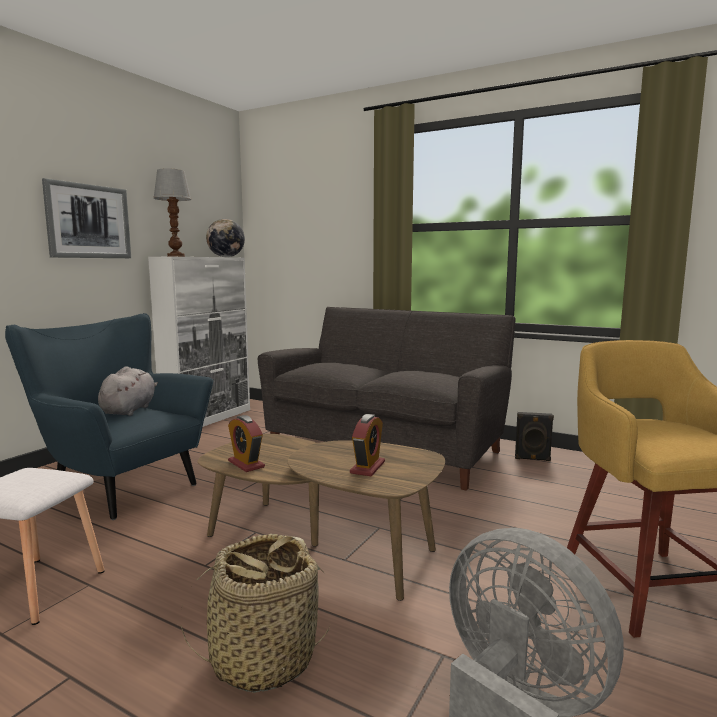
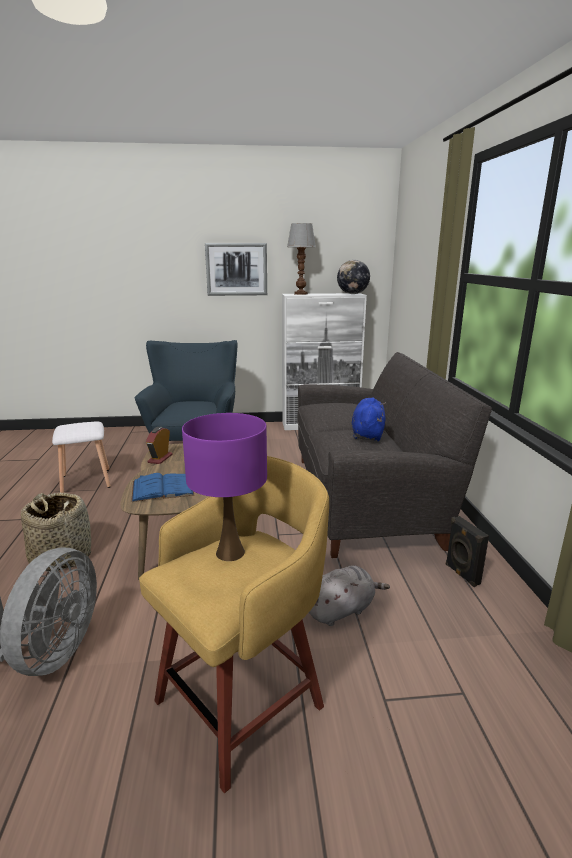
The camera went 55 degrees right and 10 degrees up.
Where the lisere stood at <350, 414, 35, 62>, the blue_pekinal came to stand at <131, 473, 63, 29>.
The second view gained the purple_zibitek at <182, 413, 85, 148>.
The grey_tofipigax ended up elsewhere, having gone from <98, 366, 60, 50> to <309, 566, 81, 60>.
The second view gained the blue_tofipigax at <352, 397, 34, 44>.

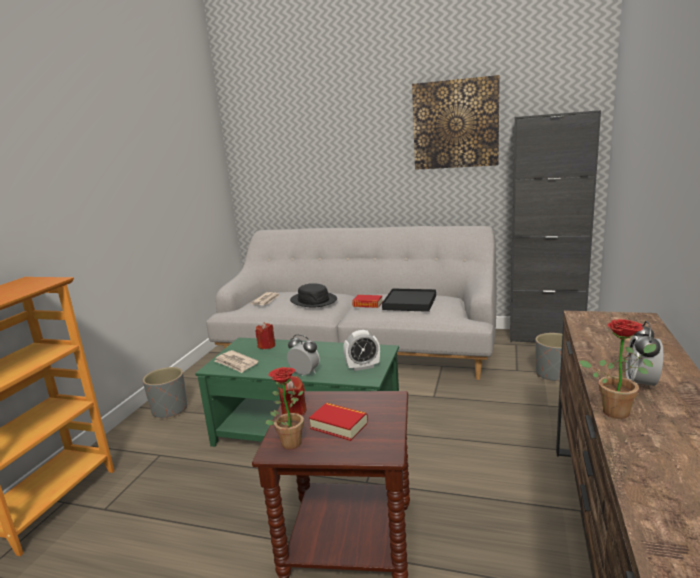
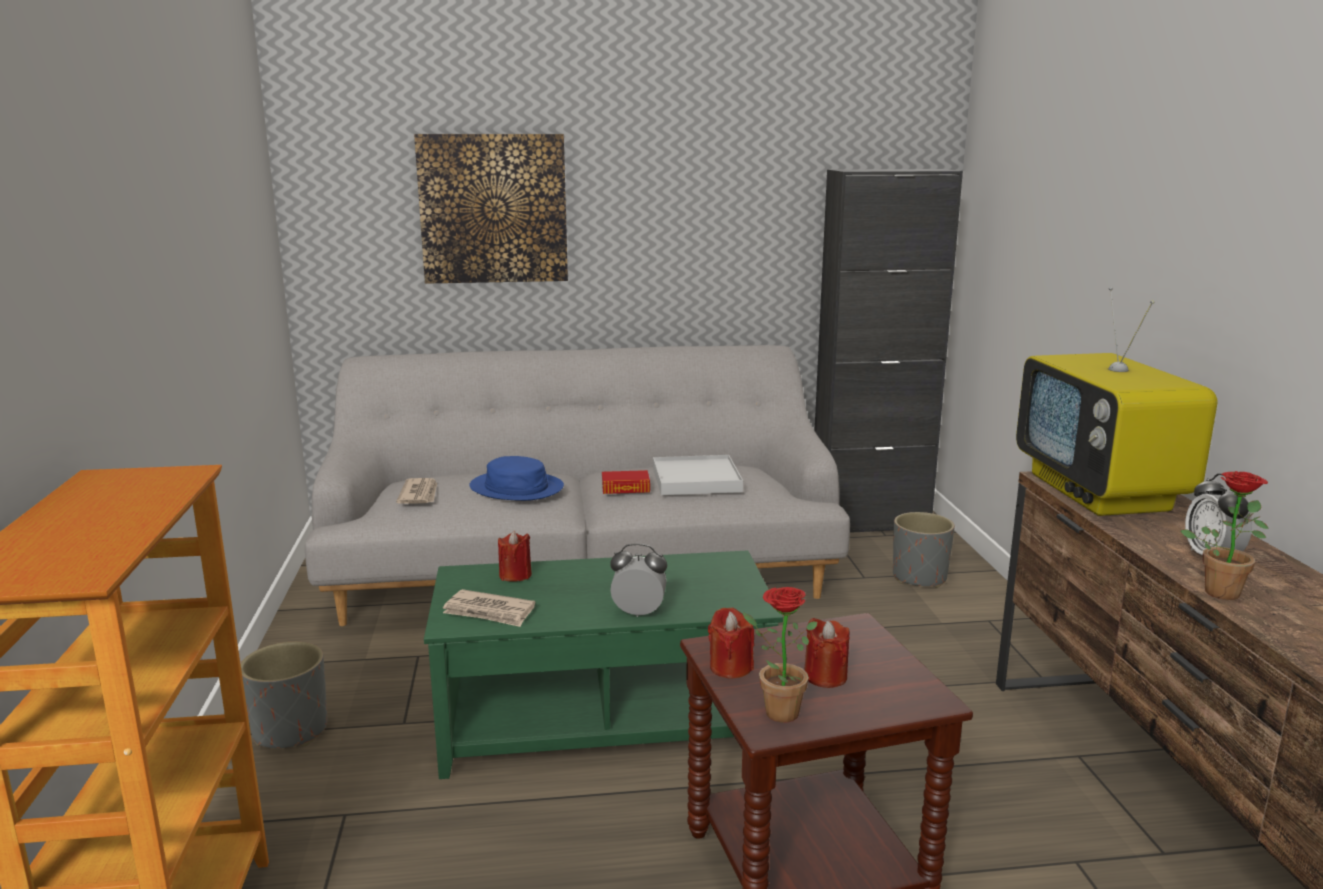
The camera went 25 degrees left and 0 degrees up.
The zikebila ended up elsewhere, having gone from <412, 75, 88, 95> to <414, 134, 154, 150>.
What was the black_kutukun at <290, 283, 47, 25> turned into the blue_kutukun at <469, 456, 95, 45>.
What was the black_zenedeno at <382, 288, 54, 24> turned into the white_zenedeno at <653, 455, 90, 40>.
Where the pekinal stood at <309, 403, 59, 38>, the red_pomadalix came to stand at <804, 618, 45, 70>.
The second view gained the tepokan at <1016, 287, 202, 229>.
The second view lost the lisere at <343, 330, 37, 41>.

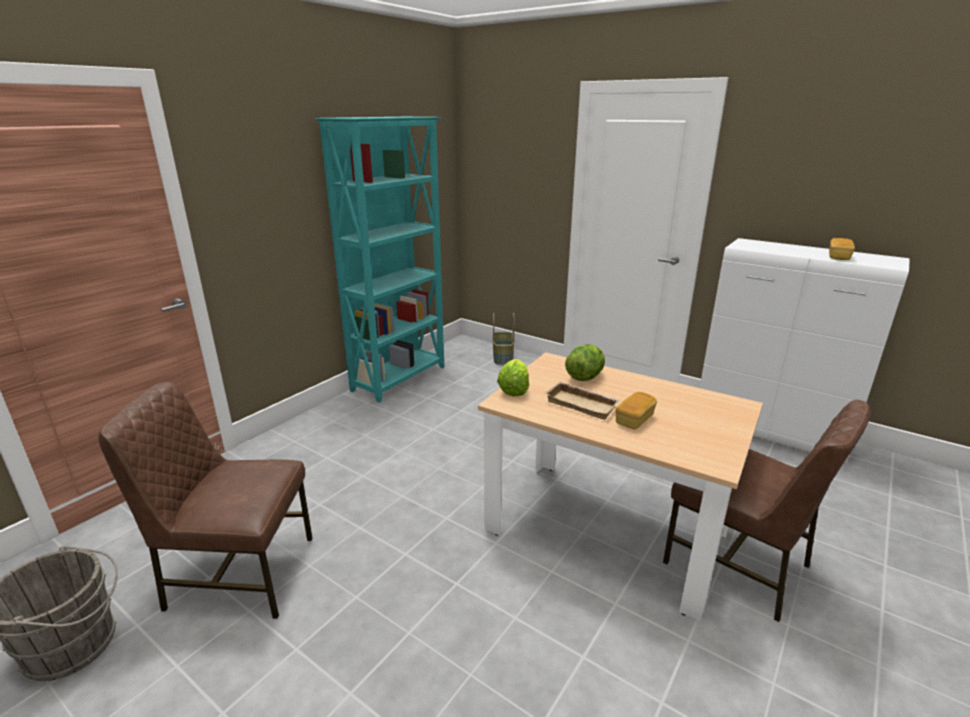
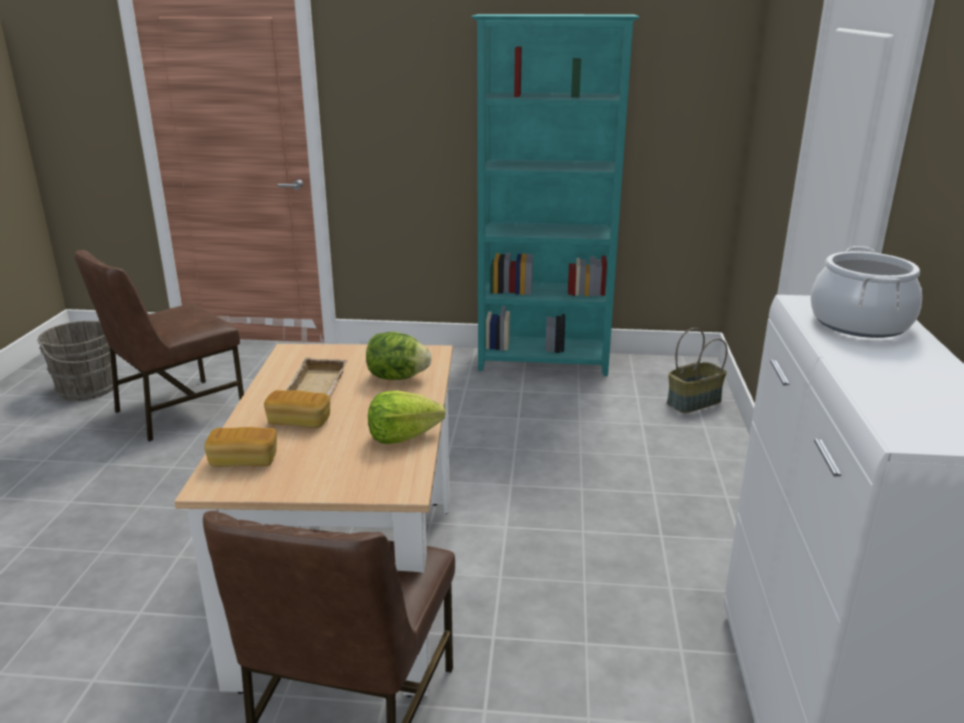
The camera went 60 degrees right and 0 degrees up.
The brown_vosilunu at <98, 382, 215, 237> ended up facing another way, 105 degrees counterclockwise from before.
The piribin ended up elsewhere, having gone from <829, 238, 26, 22> to <204, 427, 73, 40>.
The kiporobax ended up elsewhere, having gone from <497, 359, 32, 37> to <368, 391, 78, 53>.
The second view gained the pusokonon at <811, 246, 111, 92>.

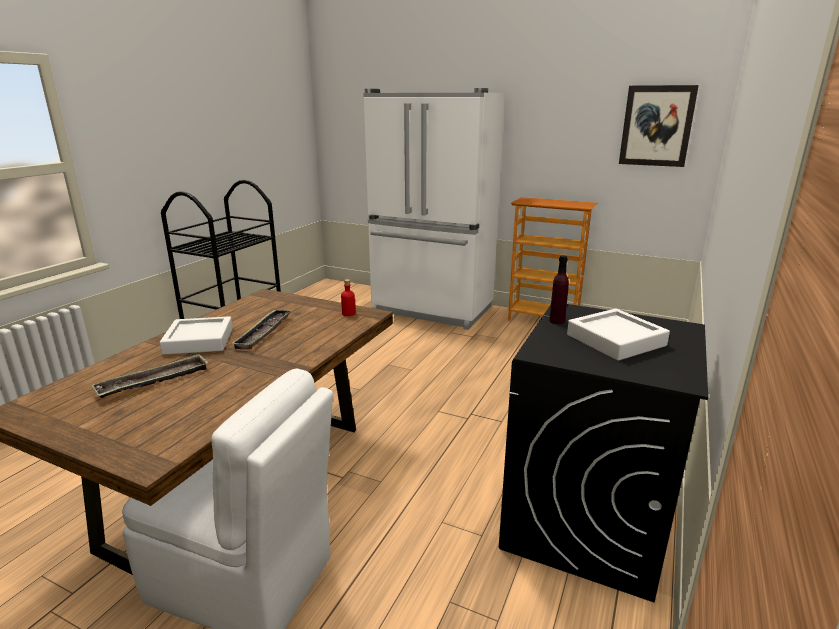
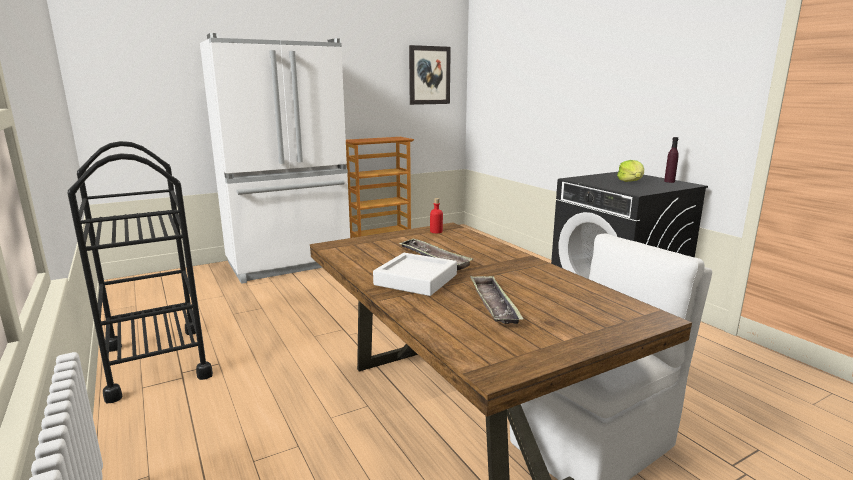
The camera went 55 degrees left and 5 degrees down.
Where the white_zenedeno stood at <567, 309, 103, 52>, the kiporobax came to stand at <617, 160, 27, 22>.
The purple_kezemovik ended up elsewhere, having gone from <549, 255, 20, 69> to <664, 137, 15, 46>.

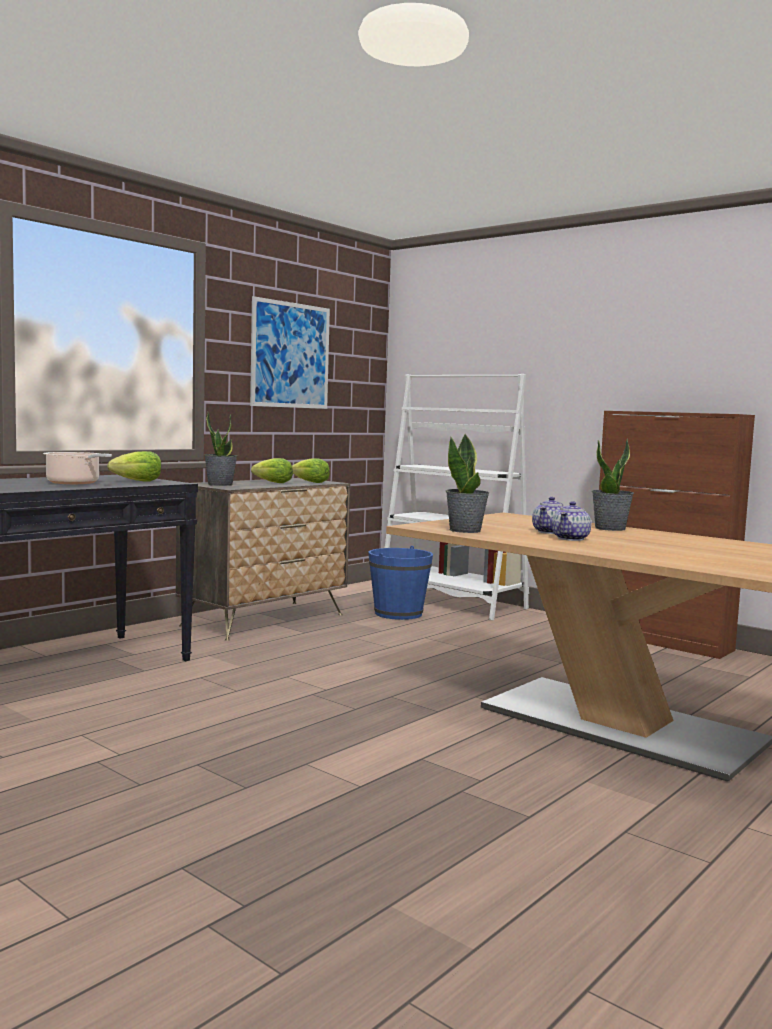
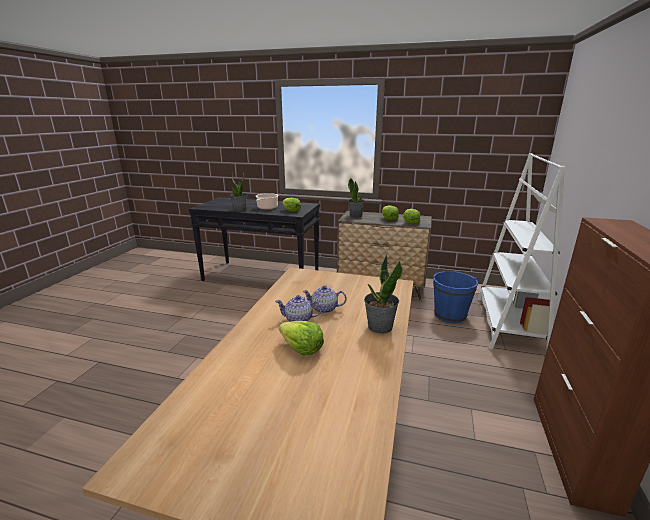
The camera went 65 degrees right and 15 degrees up.
The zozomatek ended up elsewhere, having gone from <446, 433, 43, 100> to <230, 172, 17, 40>.
The second view gained the kiporobax at <279, 321, 45, 35>.
The second view lost the zikebila at <250, 296, 80, 113>.

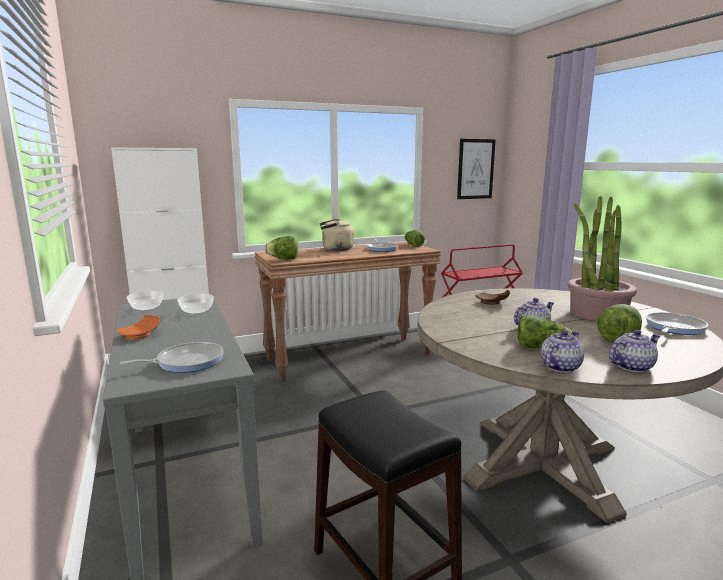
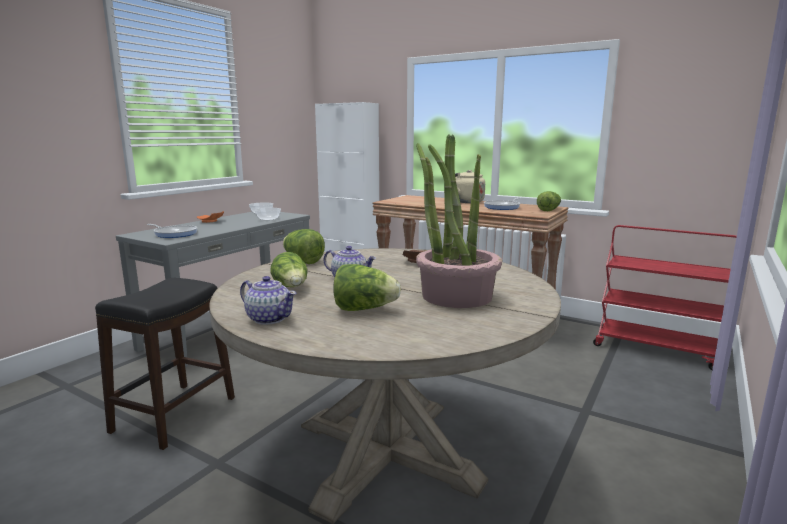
The camera went 55 degrees right and 0 degrees up.
The kiporobax ended up elsewhere, having gone from <264, 236, 34, 23> to <283, 229, 42, 35>.
The second view lost the zikebila at <457, 139, 39, 60>.
The second view lost the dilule at <541, 330, 43, 43>.
The second view lost the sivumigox at <646, 312, 62, 23>.

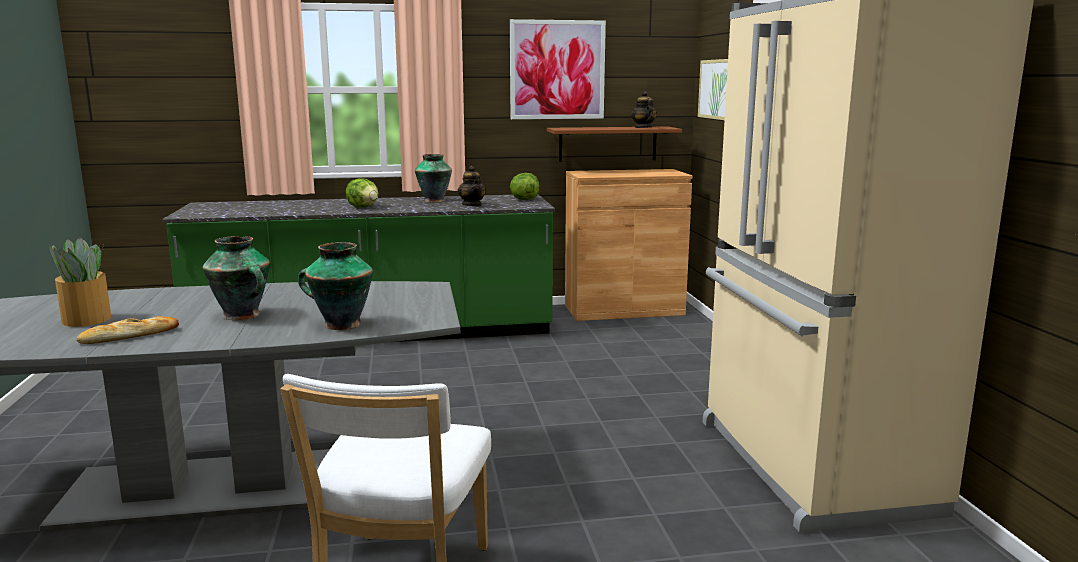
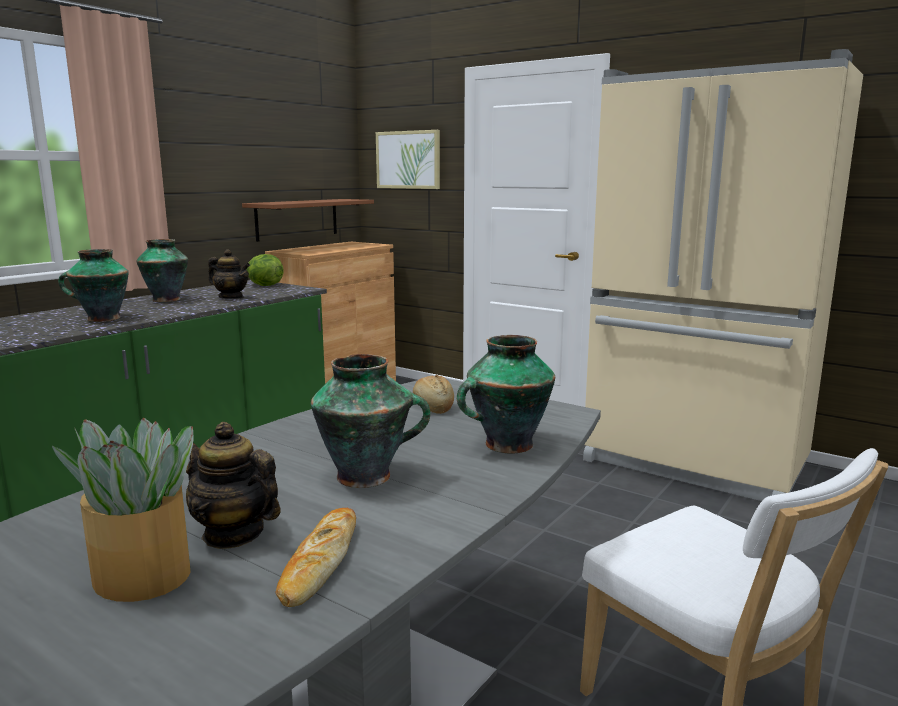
The camera went 45 degrees left and 0 degrees up.
Where the kiporobax stood at <346, 178, 33, 30>, the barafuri came to stand at <58, 249, 71, 73>.
The dilule ended up elsewhere, having gone from <631, 91, 26, 37> to <186, 422, 95, 127>.
The second view gained the piribin at <413, 375, 41, 39>.
The second view lost the zikebila at <510, 19, 96, 100>.

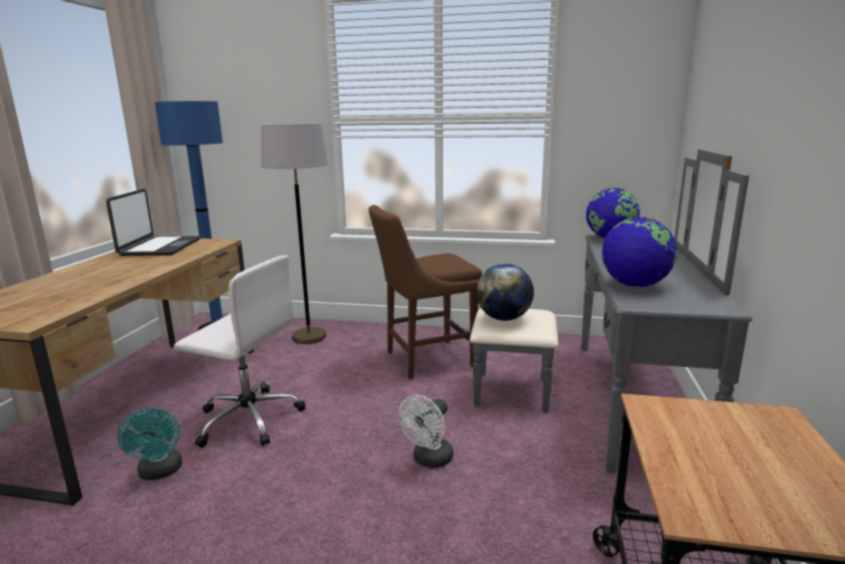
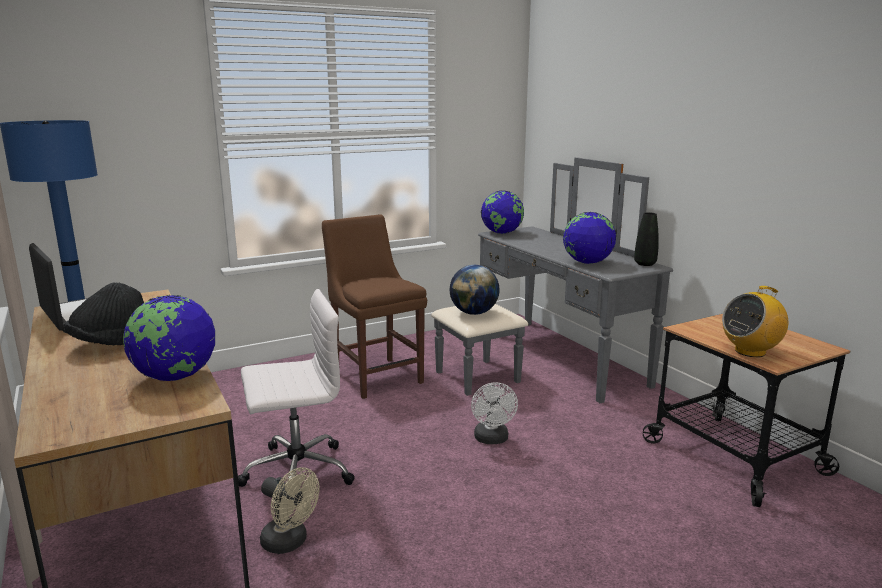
The camera went 40 degrees left and 0 degrees up.
The second view gained the black_kutukun at <64, 282, 80, 63>.
The second view gained the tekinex at <123, 295, 92, 86>.
What was the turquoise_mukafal at <117, 408, 65, 72> turned into the beige_mukafal at <260, 467, 59, 87>.
The brown_vosilunu at <369, 205, 113, 174> ended up facing another way, 120 degrees clockwise from before.
The second view gained the black_barafuri at <634, 212, 25, 54>.
The second view gained the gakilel at <722, 286, 66, 71>.
The second view lost the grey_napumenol at <261, 124, 67, 220>.

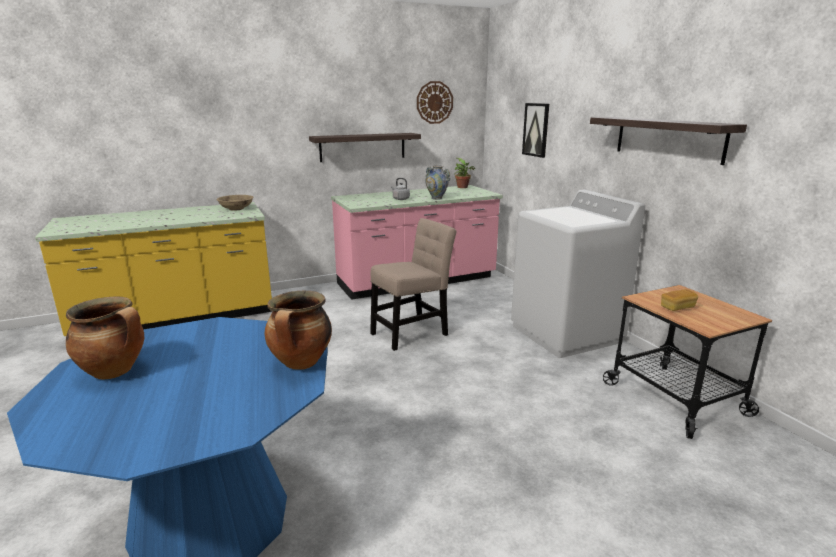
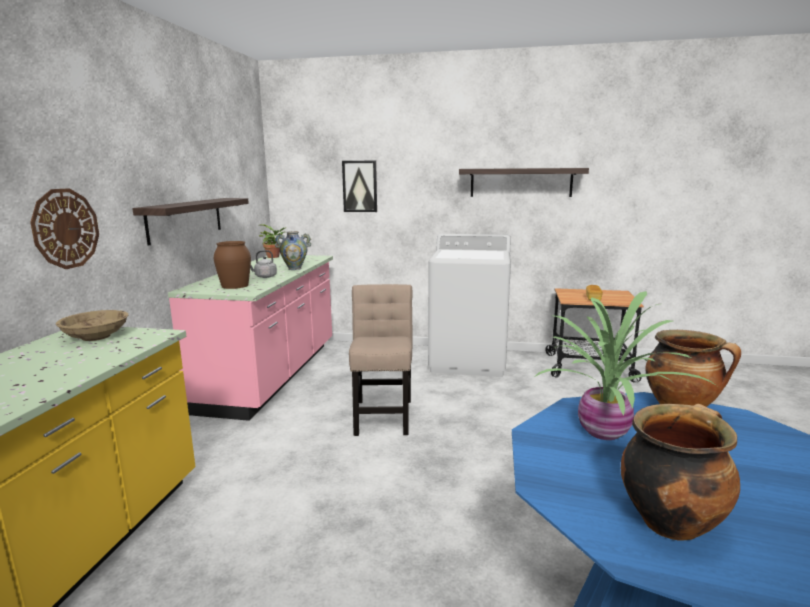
The camera went 55 degrees left and 5 degrees down.
The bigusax ended up elsewhere, having gone from <417, 81, 36, 43> to <30, 188, 69, 81>.
The second view gained the brown_barafuri at <214, 241, 37, 48>.
The second view gained the zozomatek at <533, 291, 184, 149>.

